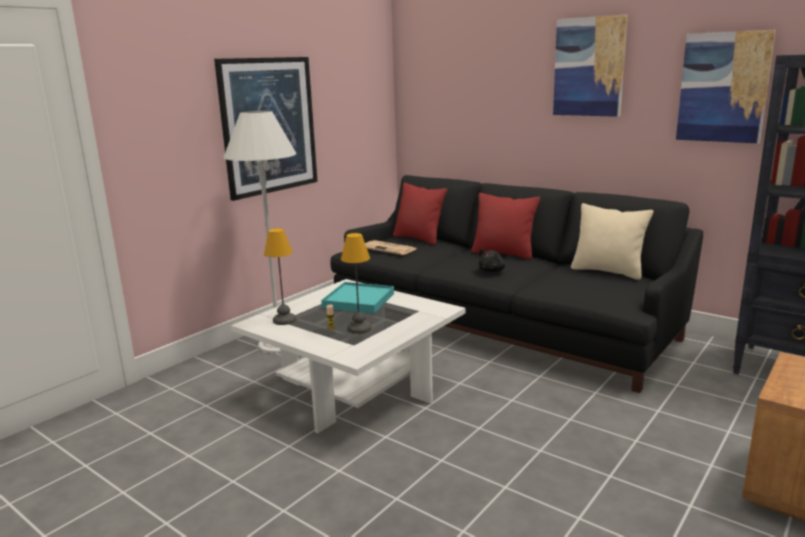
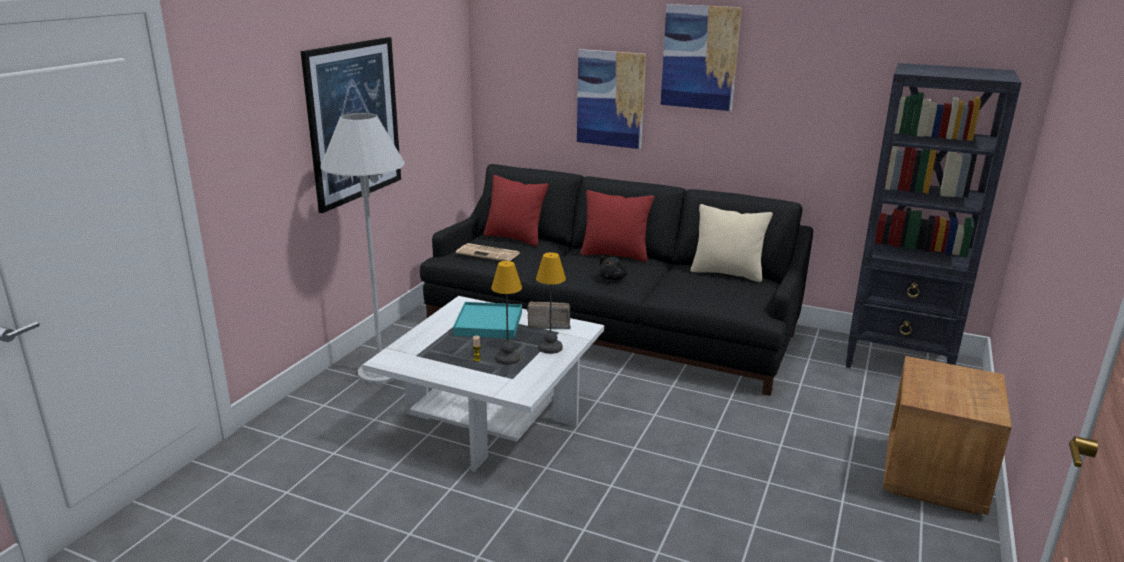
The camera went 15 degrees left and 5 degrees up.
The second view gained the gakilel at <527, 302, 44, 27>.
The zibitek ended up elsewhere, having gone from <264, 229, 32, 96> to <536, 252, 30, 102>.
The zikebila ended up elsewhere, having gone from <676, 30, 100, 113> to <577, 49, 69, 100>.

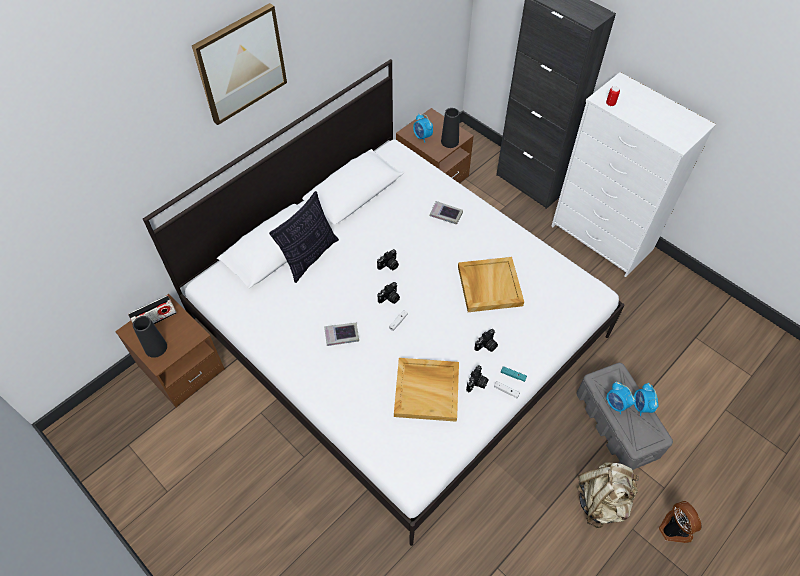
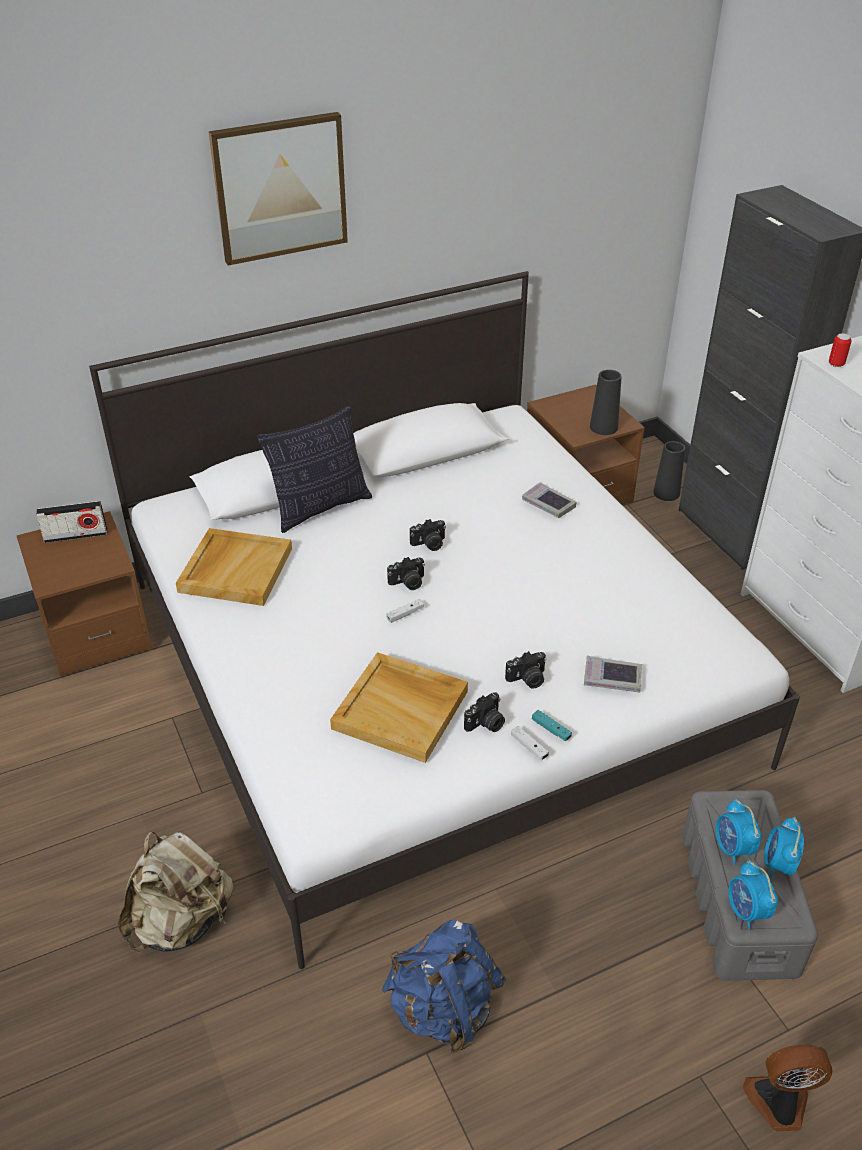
The camera went 20 degrees right and 15 degrees down.
The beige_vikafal ended up elsewhere, having gone from <577, 463, 62, 65> to <118, 831, 116, 121>.
The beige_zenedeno ended up elsewhere, having gone from <458, 257, 66, 55> to <176, 528, 116, 78>.
The second view gained the blue_vikafal at <383, 920, 123, 133>.
The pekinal ended up elsewhere, having gone from <324, 322, 35, 24> to <584, 656, 58, 37>.
The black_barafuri ended up elsewhere, having gone from <133, 316, 34, 42> to <653, 441, 32, 60>.
The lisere ended up elsewhere, having gone from <413, 114, 20, 29> to <728, 860, 50, 69>.
The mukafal at <659, 501, 43, 42> ended up facing another way, 90 degrees counterclockwise from before.

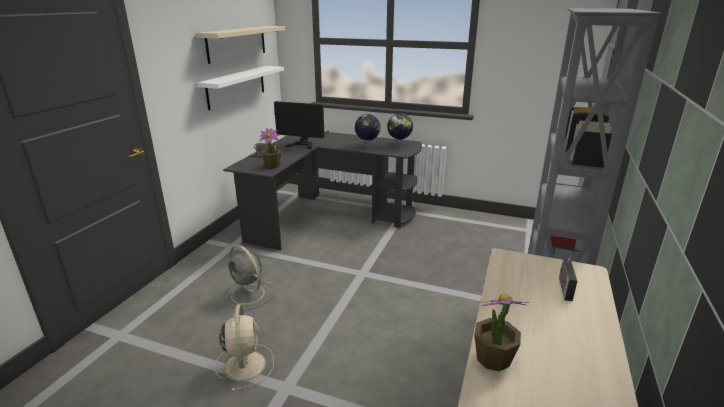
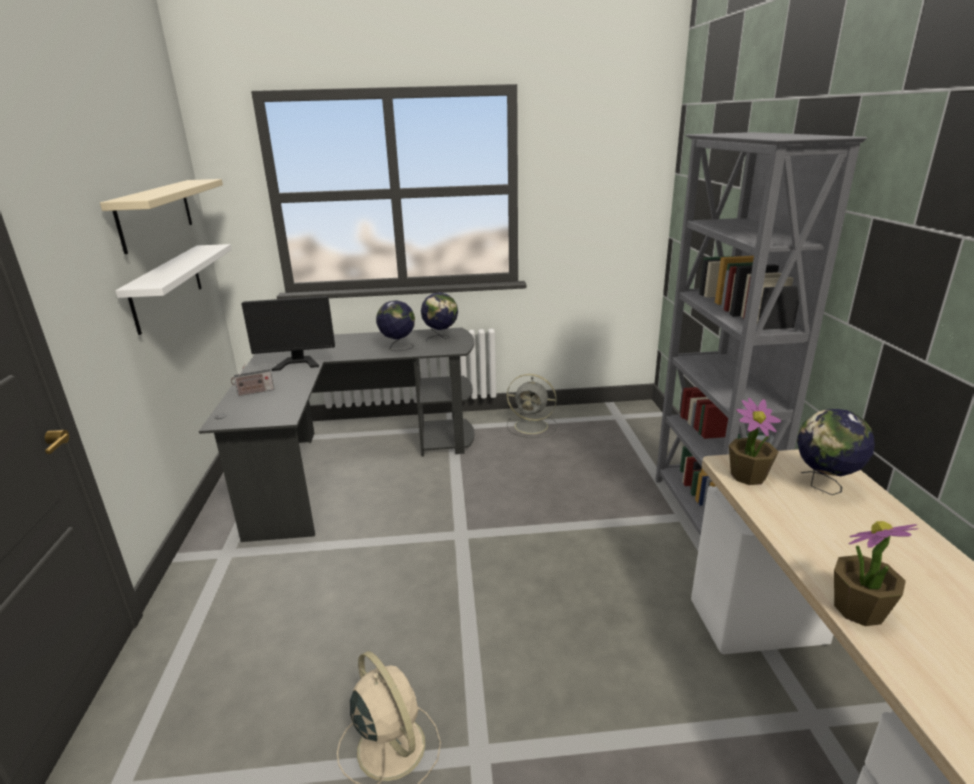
The camera went 25 degrees left and 0 degrees up.
The grey_mukafal ended up elsewhere, having gone from <223, 245, 52, 65> to <507, 374, 50, 64>.
The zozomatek ended up elsewhere, having gone from <259, 128, 23, 40> to <729, 398, 52, 87>.
Where the gakilel stood at <559, 255, 18, 46>, the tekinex came to stand at <797, 409, 78, 86>.

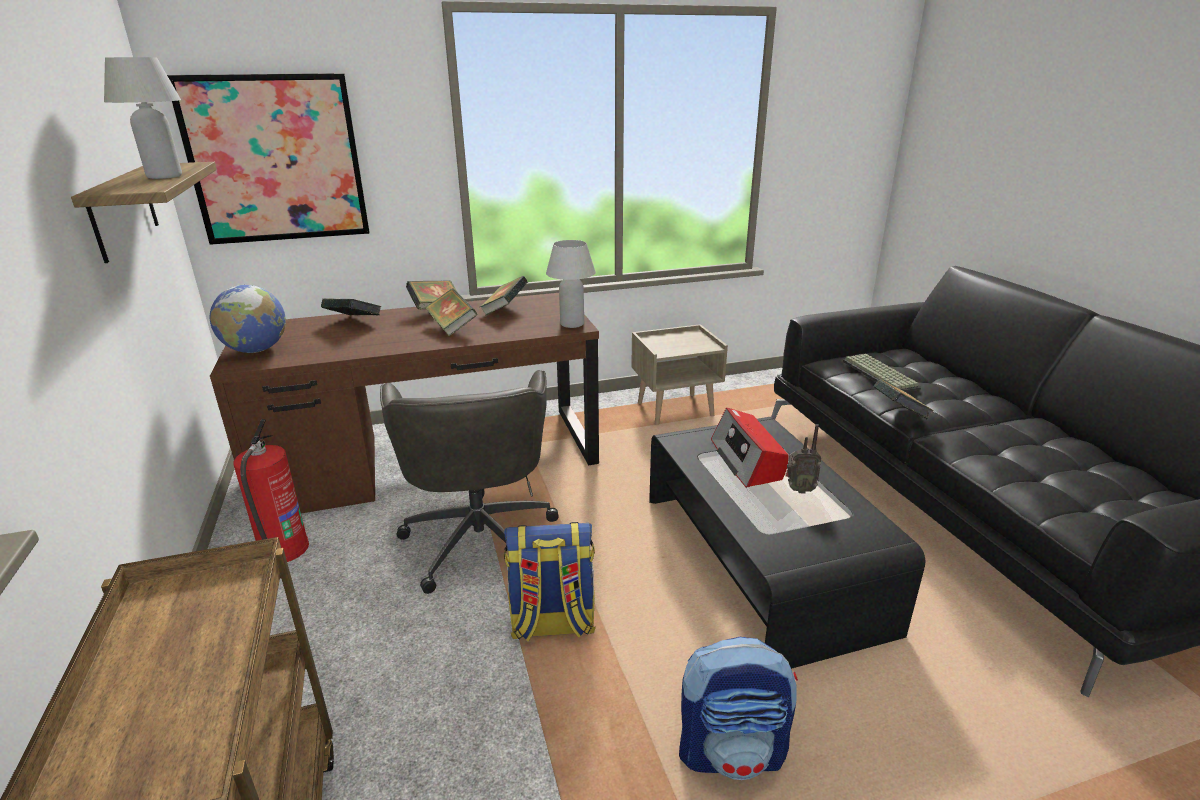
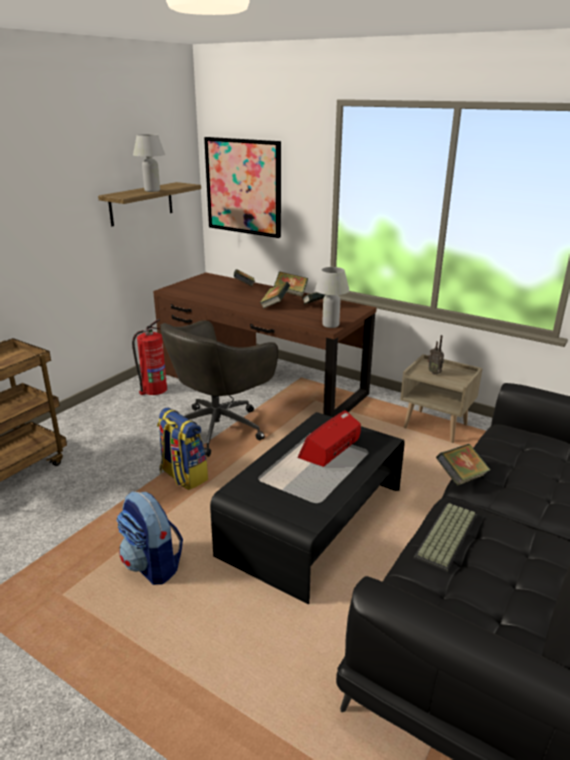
The camera went 50 degrees right and 0 degrees up.
The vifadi ended up elsewhere, having gone from <842, 354, 79, 38> to <414, 503, 63, 69>.
The gakilel ended up elsewhere, having gone from <786, 424, 35, 70> to <428, 335, 16, 40>.
The second view lost the tekinex at <210, 285, 76, 68>.

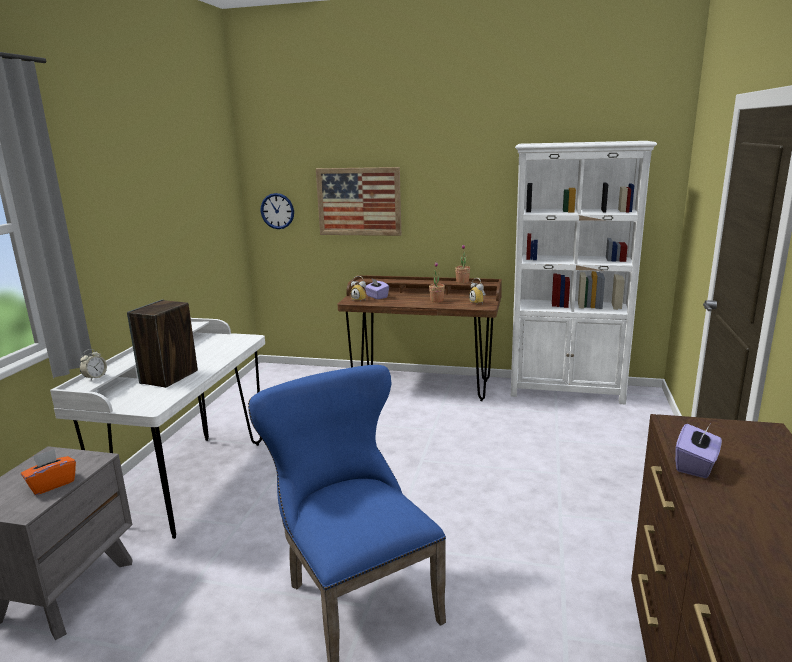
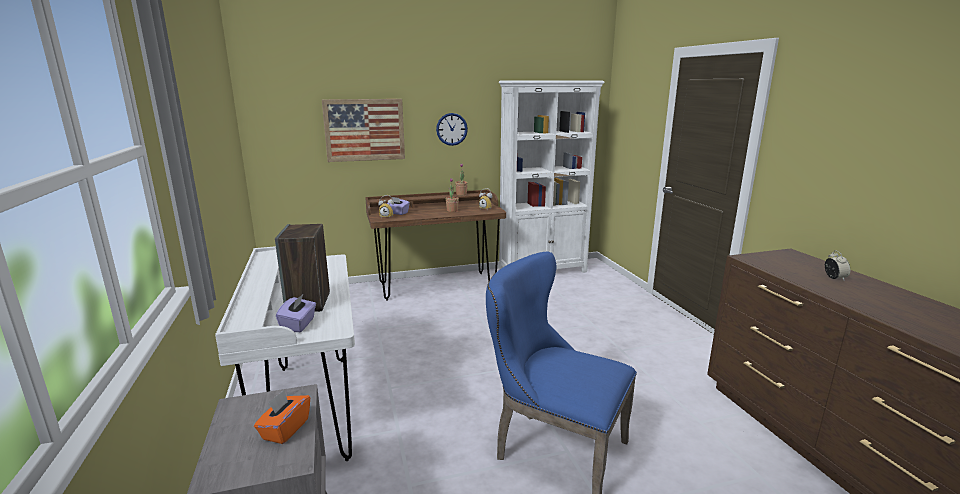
The camera went 30 degrees left and 0 degrees up.
The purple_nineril ended up elsewhere, having gone from <675, 424, 47, 54> to <276, 293, 40, 39>.
The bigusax ended up elsewhere, having gone from <261, 193, 33, 36> to <436, 113, 32, 33>.
The lisere ended up elsewhere, having gone from <80, 349, 27, 32> to <825, 250, 25, 30>.

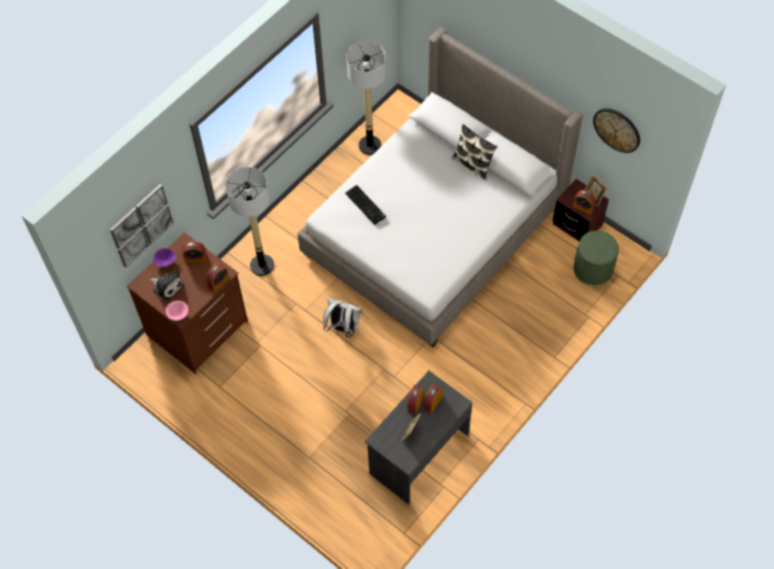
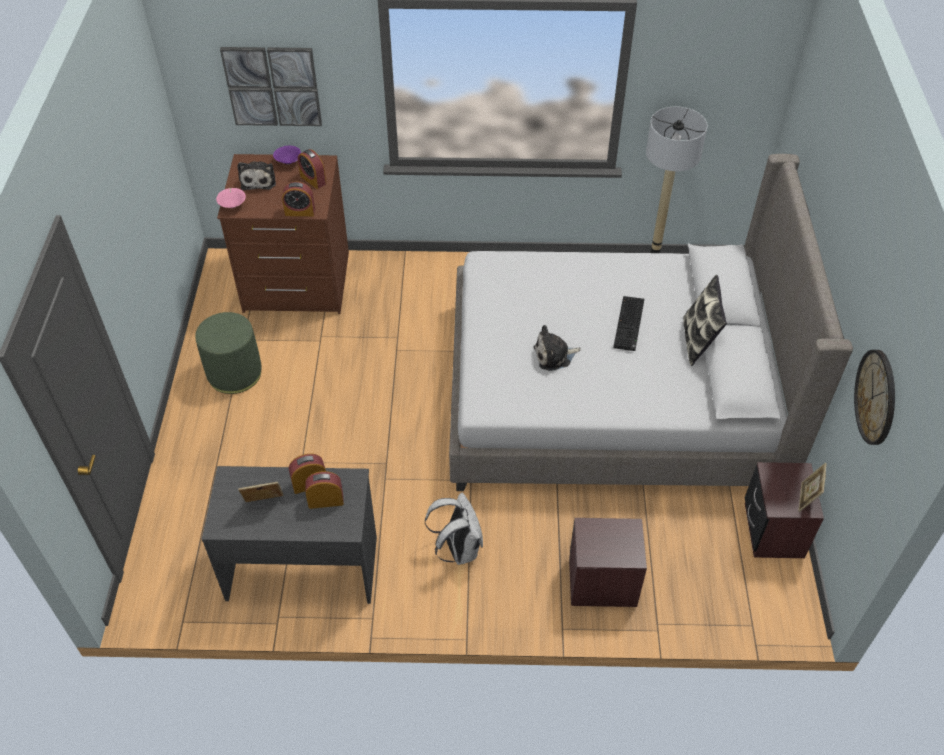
The camera went 50 degrees right and 10 degrees down.
The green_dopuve ended up elsewhere, having gone from <574, 230, 45, 57> to <195, 312, 67, 82>.
The white_vikafal ended up elsewhere, having gone from <323, 298, 40, 40> to <425, 493, 58, 72>.
The second view gained the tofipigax at <534, 325, 47, 46>.
The second view gained the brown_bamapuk at <569, 518, 78, 89>.
The vifadi ended up elsewhere, having gone from <345, 185, 41, 40> to <613, 296, 31, 55>.
The second view lost the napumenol at <225, 167, 49, 109>.
The second view lost the lisere at <573, 190, 23, 25>.

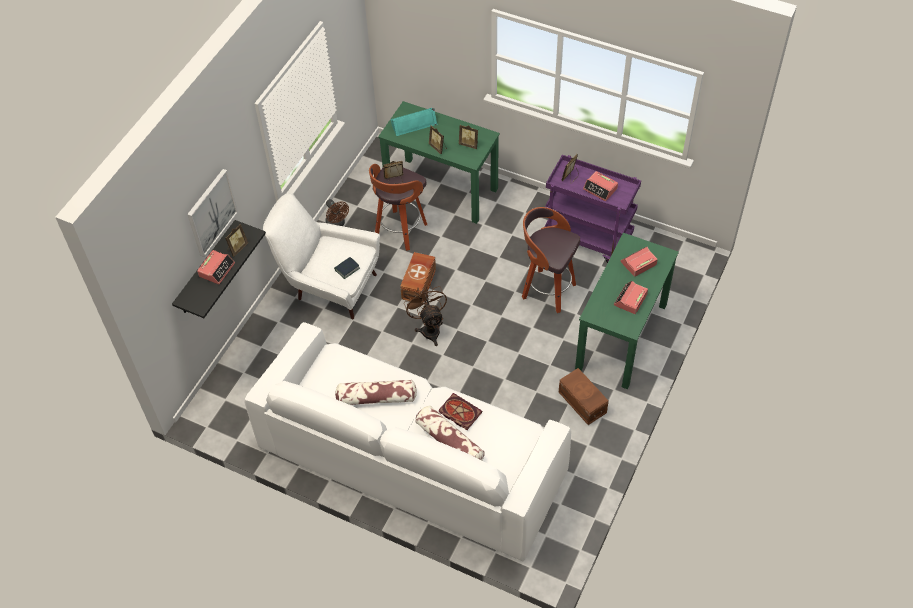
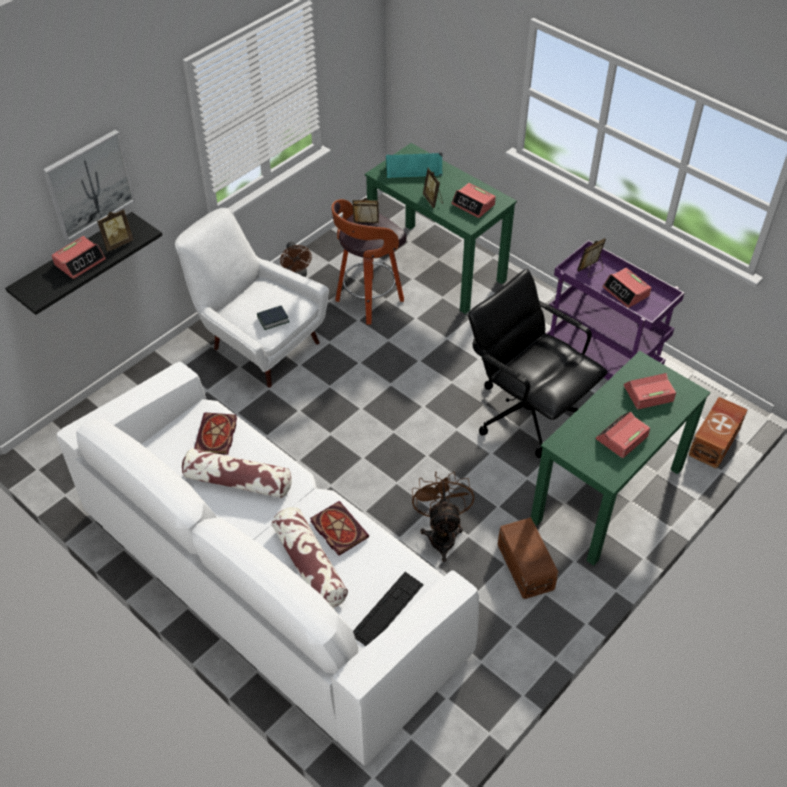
The camera went 15 degrees right and 5 degrees down.
The second view gained the pekinal at <194, 412, 43, 43>.
The second view gained the vifadi at <353, 572, 71, 74>.
The brown_mukafal ended up elsewhere, having gone from <404, 284, 43, 62> to <412, 472, 62, 90>.
Where the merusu stood at <459, 125, 19, 24>, the lisere came to stand at <452, 183, 44, 35>.
Where the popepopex stood at <522, 207, 58, 106>, the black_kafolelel came to stand at <468, 269, 139, 189>.
The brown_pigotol ended up elsewhere, having gone from <400, 252, 36, 51> to <688, 397, 60, 72>.

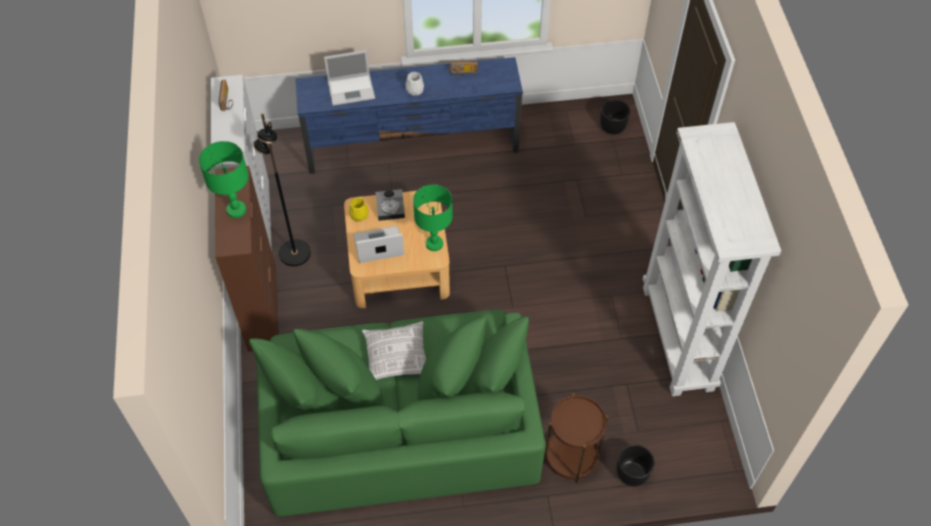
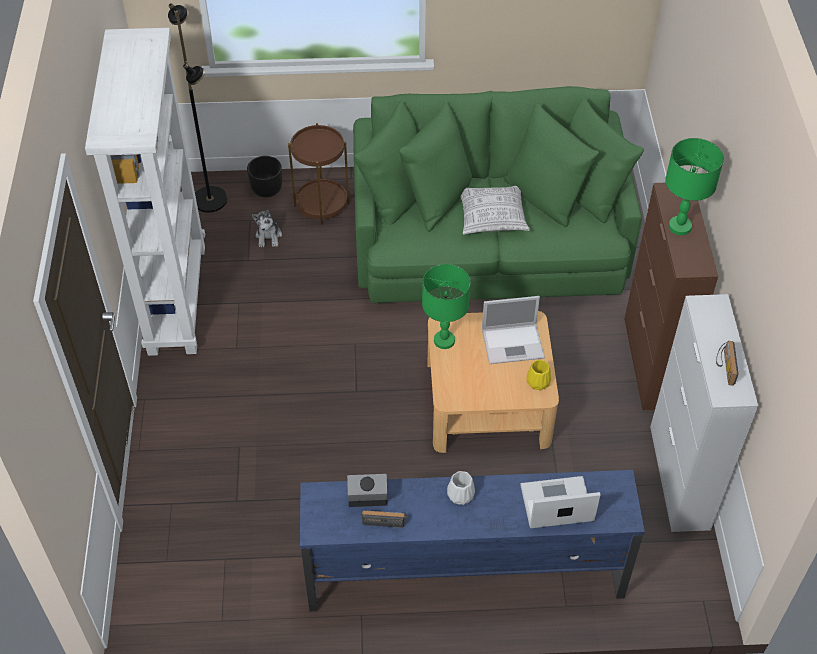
The camera went 175 degrees left and 5 degrees down.
The black_napumenol ended up elsewhere, having gone from <253, 113, 58, 153> to <168, 3, 59, 210>.
The second view gained the tofipigax at <252, 210, 30, 37>.
The lisere ended up elsewhere, having gone from <375, 189, 30, 32> to <347, 474, 41, 33>.
The second view lost the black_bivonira at <600, 99, 30, 36>.

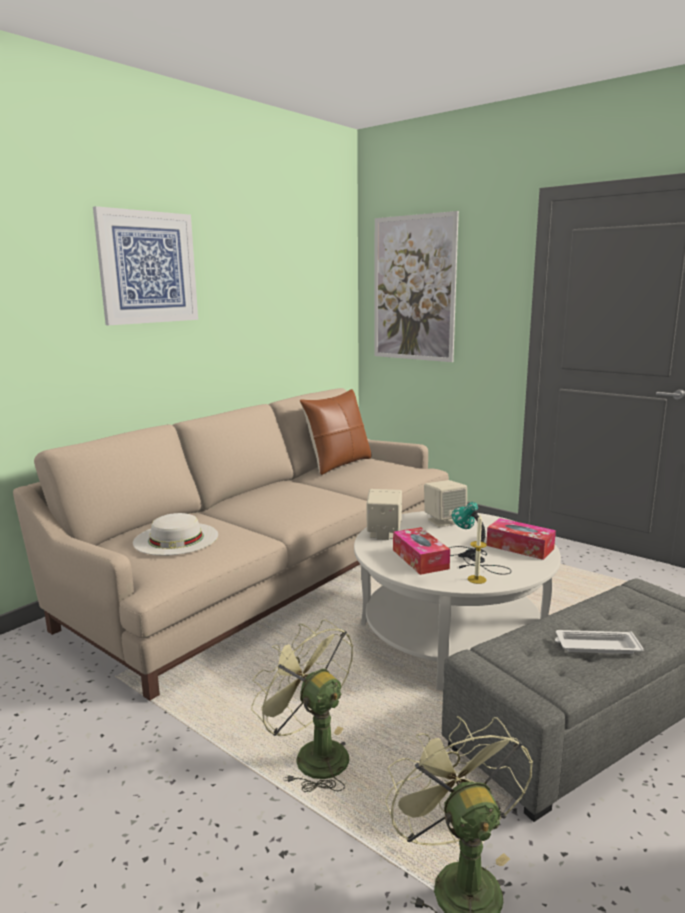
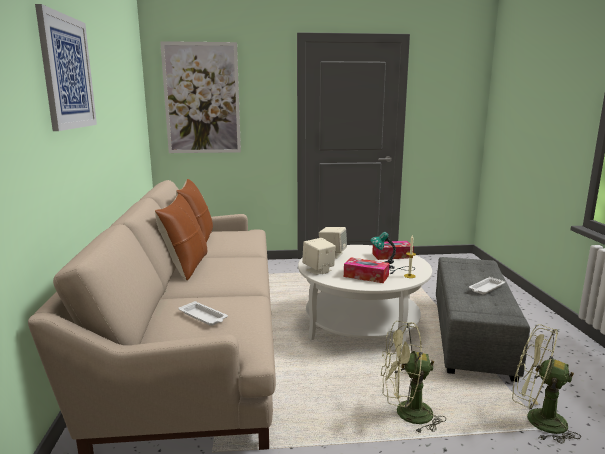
The camera went 45 degrees left and 0 degrees up.
The second view gained the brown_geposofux at <155, 194, 52, 86>.
Where the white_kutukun stood at <133, 513, 85, 43>, the white_zenedeno came to stand at <179, 301, 49, 25>.

